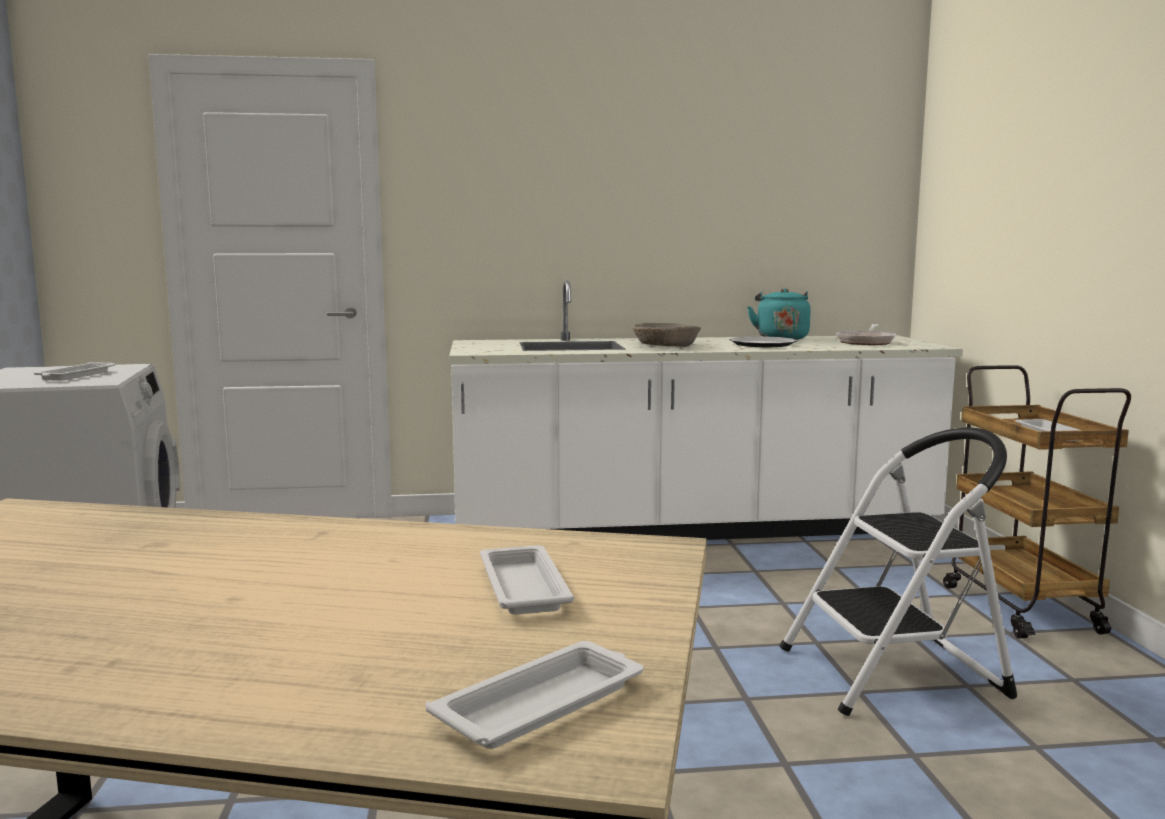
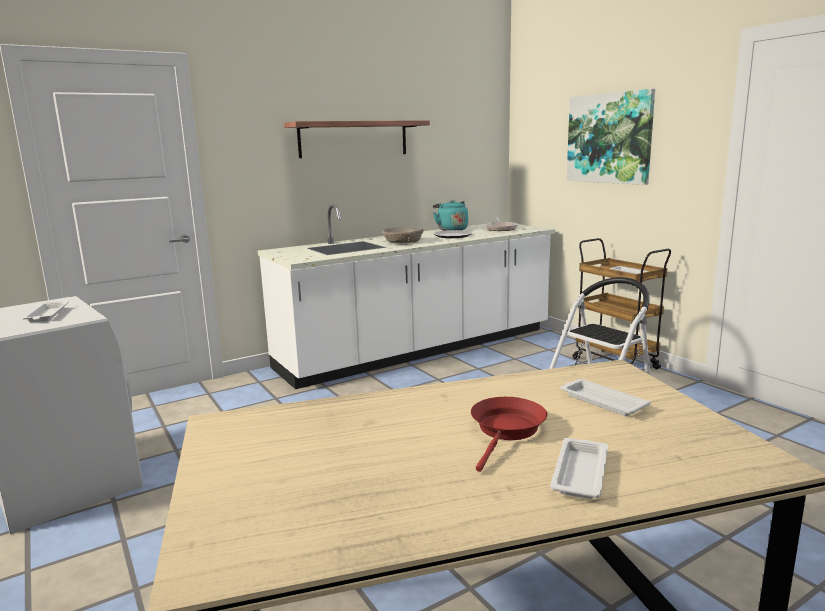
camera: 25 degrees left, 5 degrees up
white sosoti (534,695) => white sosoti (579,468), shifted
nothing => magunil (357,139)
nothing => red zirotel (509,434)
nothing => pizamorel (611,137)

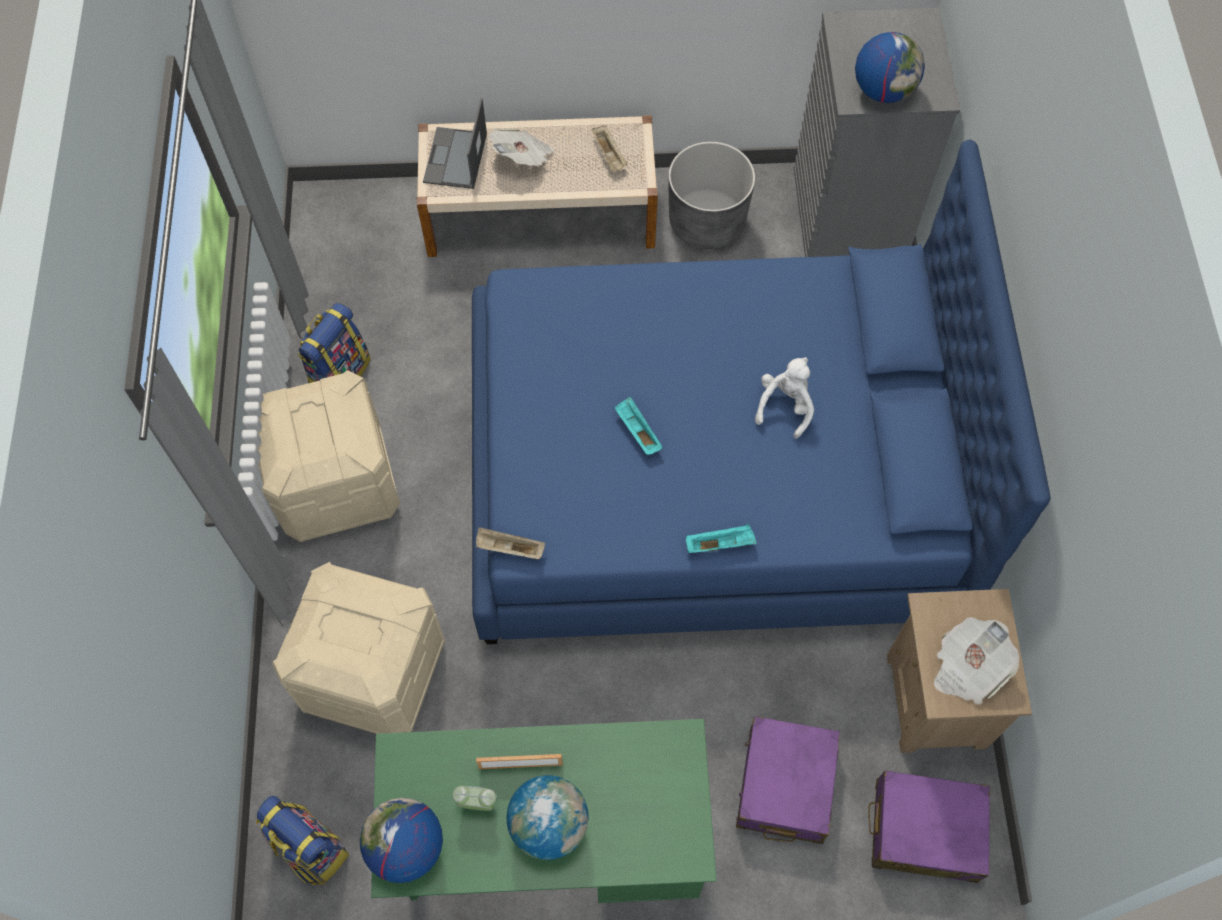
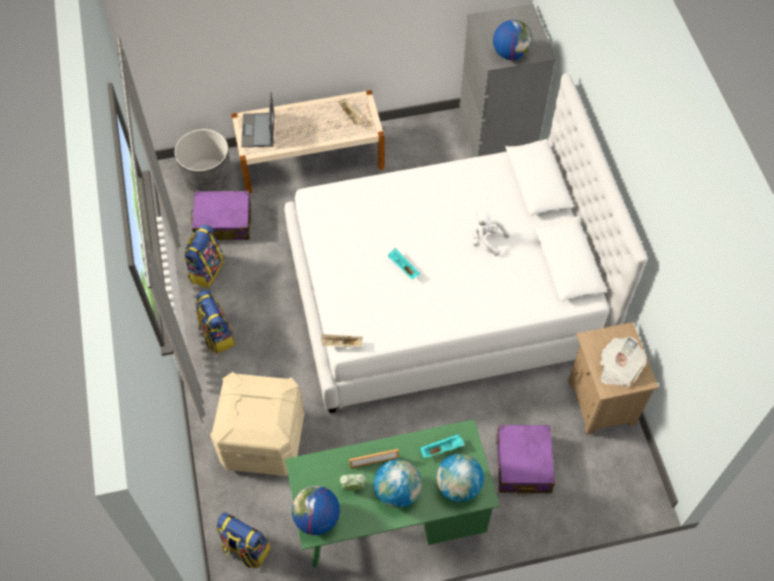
camera: 10 degrees left, 5 degrees down
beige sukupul (328,456) => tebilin (215,322)
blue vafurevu (761,392) => white vafurevu (466,243)
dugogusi (522,148) => nothing
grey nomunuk (711,195) => grey nomunuk (202,161), shifted
turquoise sosoti (721,538) => turquoise sosoti (442,446), shifted
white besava (784,398) => white besava (490,234), 75 degrees counterclockwise
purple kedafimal (929,826) => purple kedafimal (221,215), shifted
nothing => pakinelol (460,478)

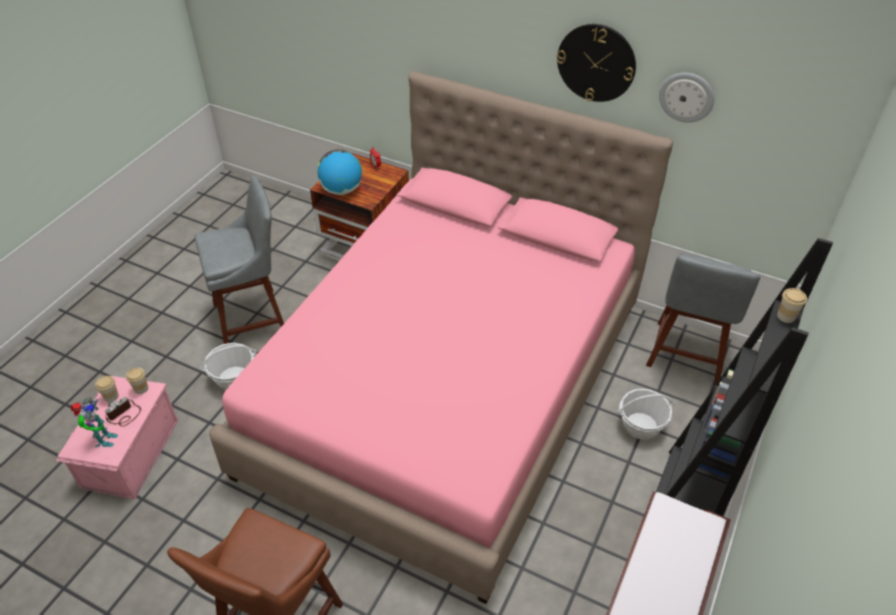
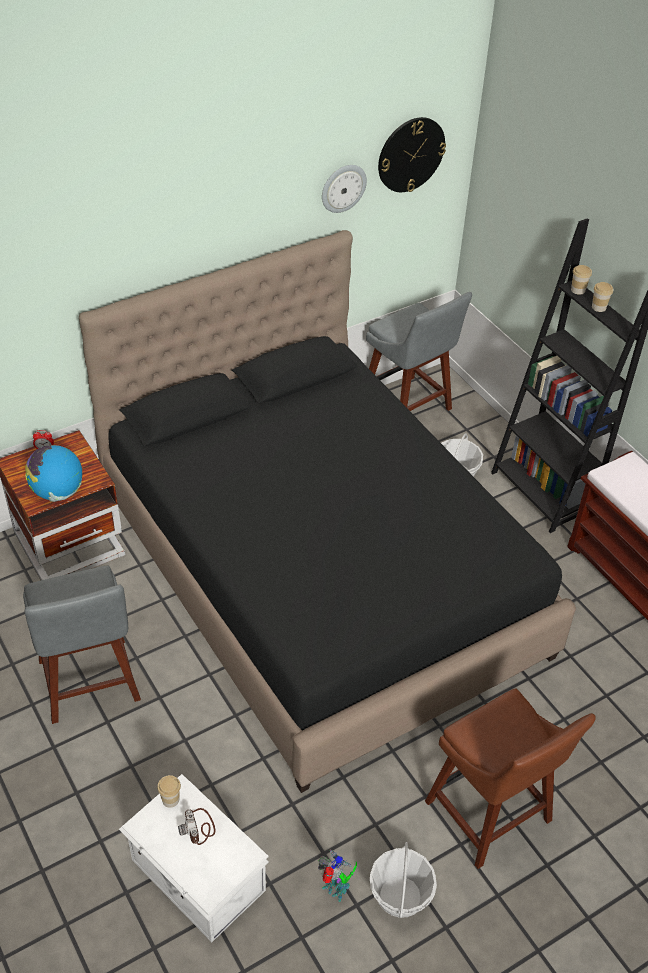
camera: 60 degrees left, 0 degrees up
pink sukupul (117,437) => white sukupul (194,858)
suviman (94,422) => suviman (337,875), shifted
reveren (107,389) => reveren (602,297), shifted
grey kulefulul (239,260) => grey kulefulul (82,645), 150 degrees clockwise
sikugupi (228,366) => sikugupi (403,880), shifted
pink vafurevu (441,337) => black vafurevu (327,511)
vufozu (596,63) => vufozu (412,154), shifted

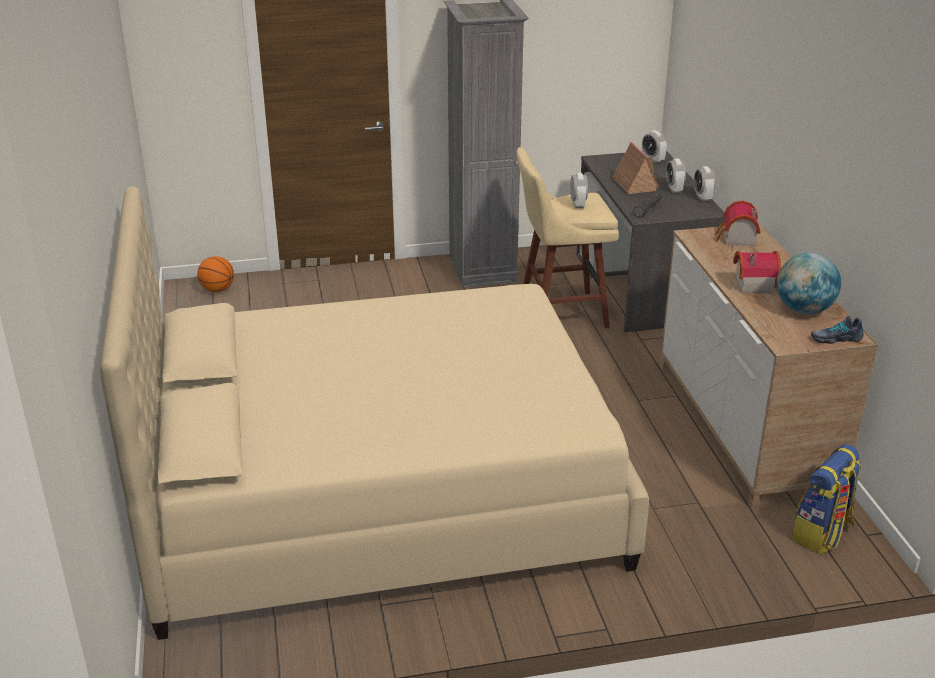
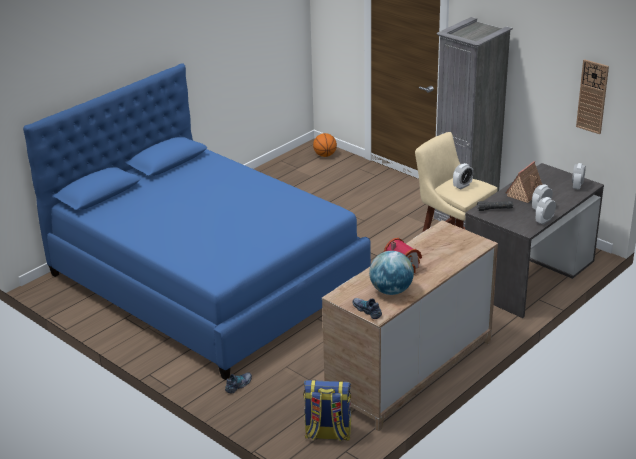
camera: 55 degrees right, 0 degrees up
beige vafurevu (374,413) => blue vafurevu (197,221)
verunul (738,223) => nothing
nothing => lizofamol (238,383)
nothing => vufozu (592,96)

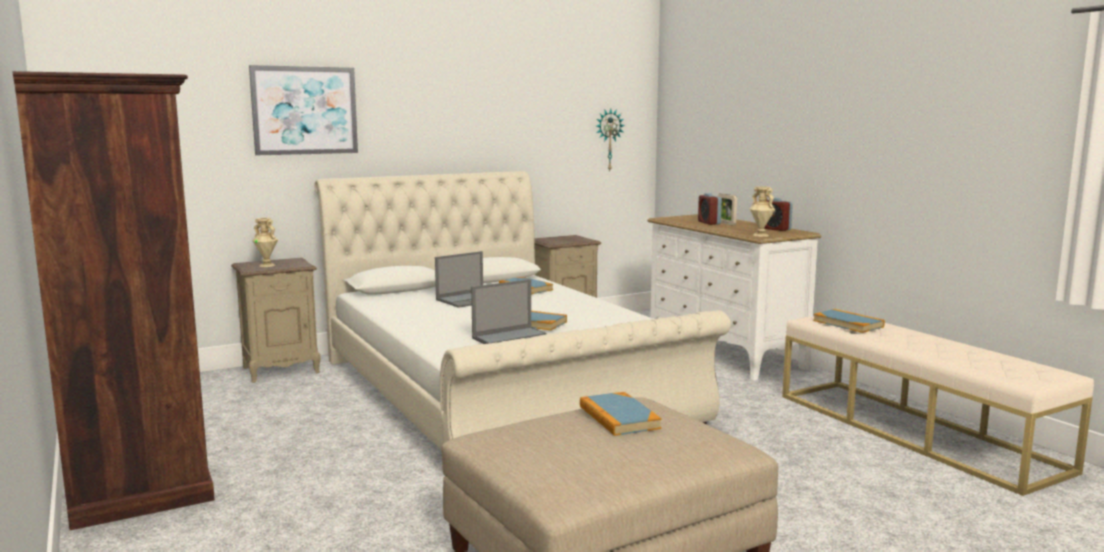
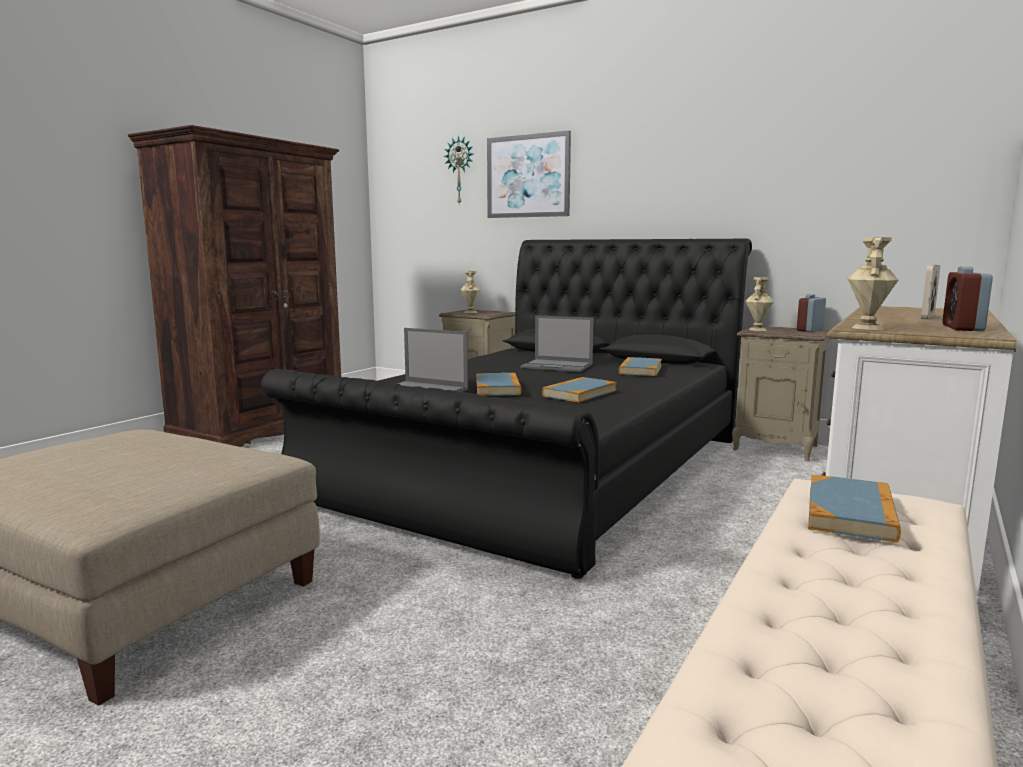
camera: 60 degrees right, 0 degrees up
beige vafurevu (522,310) => black vafurevu (506,409)
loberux (621,414) => loberux (579,390), shifted
vufozu (611,139) => vufozu (458,170), shifted
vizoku (710,209) => vizoku (811,313), shifted
nothing => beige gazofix (759,304)

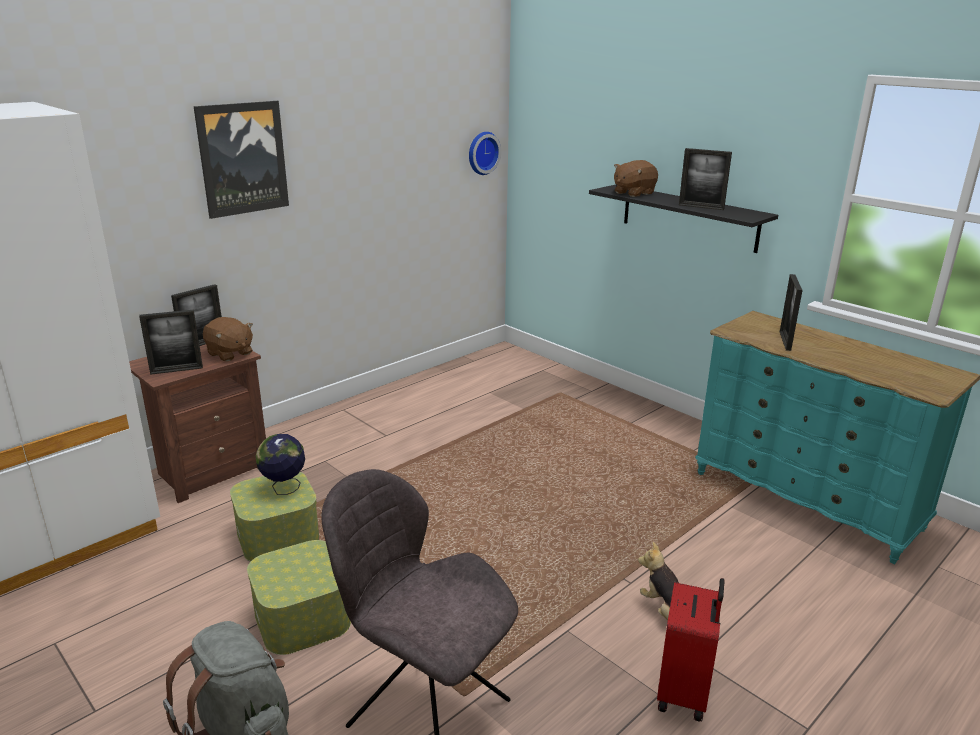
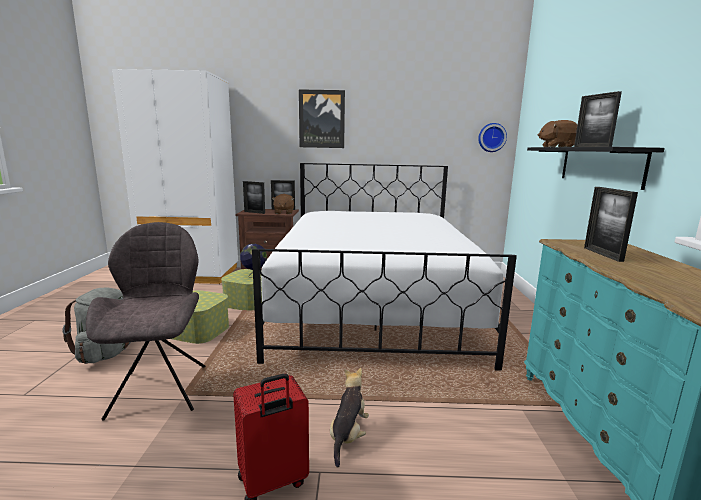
camera: 45 degrees right, 10 degrees down
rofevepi (791,312) => rofevepi (611,224), 60 degrees counterclockwise
nothing => white vafurevu (384,267)

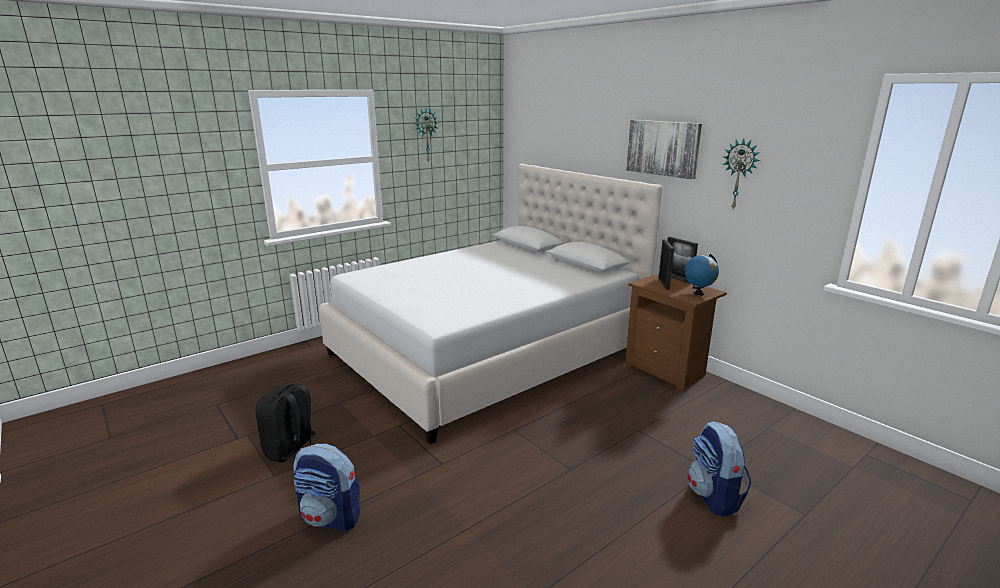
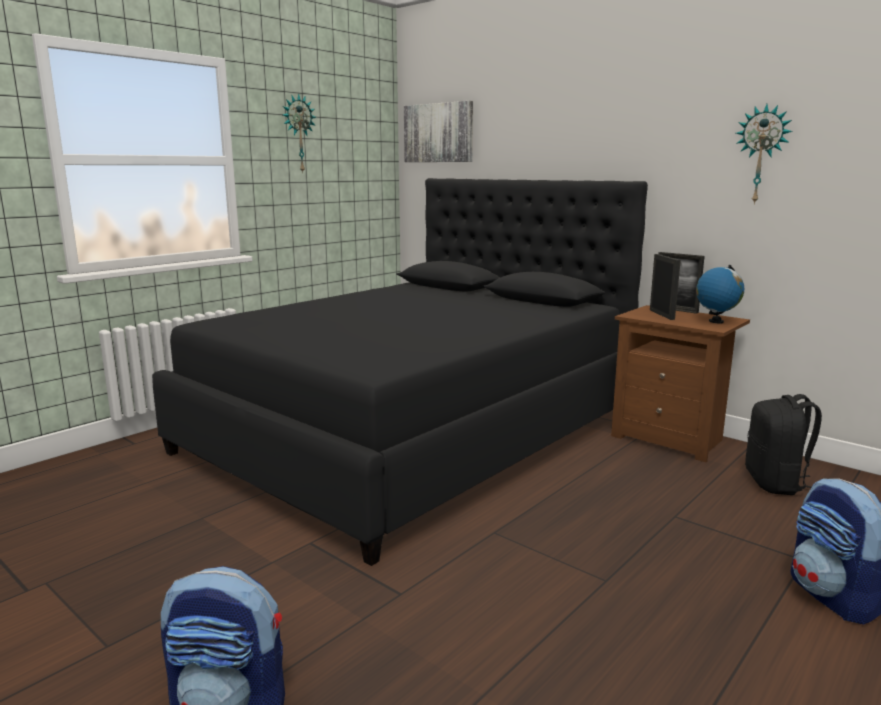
camera: 10 degrees left, 5 degrees down
black tebilin (285,423) => black tebilin (783,444), shifted
white vafurevu (491,304) => black vafurevu (400,372)
pizamorel (664,149) => pizamorel (438,131), shifted

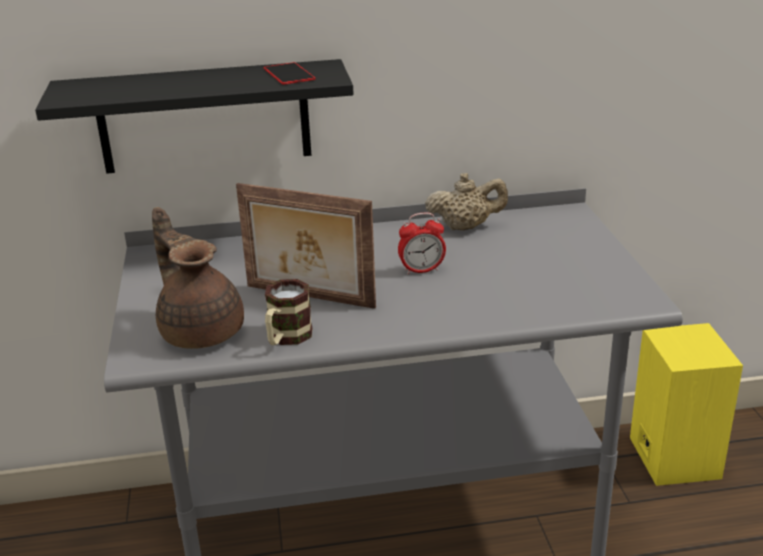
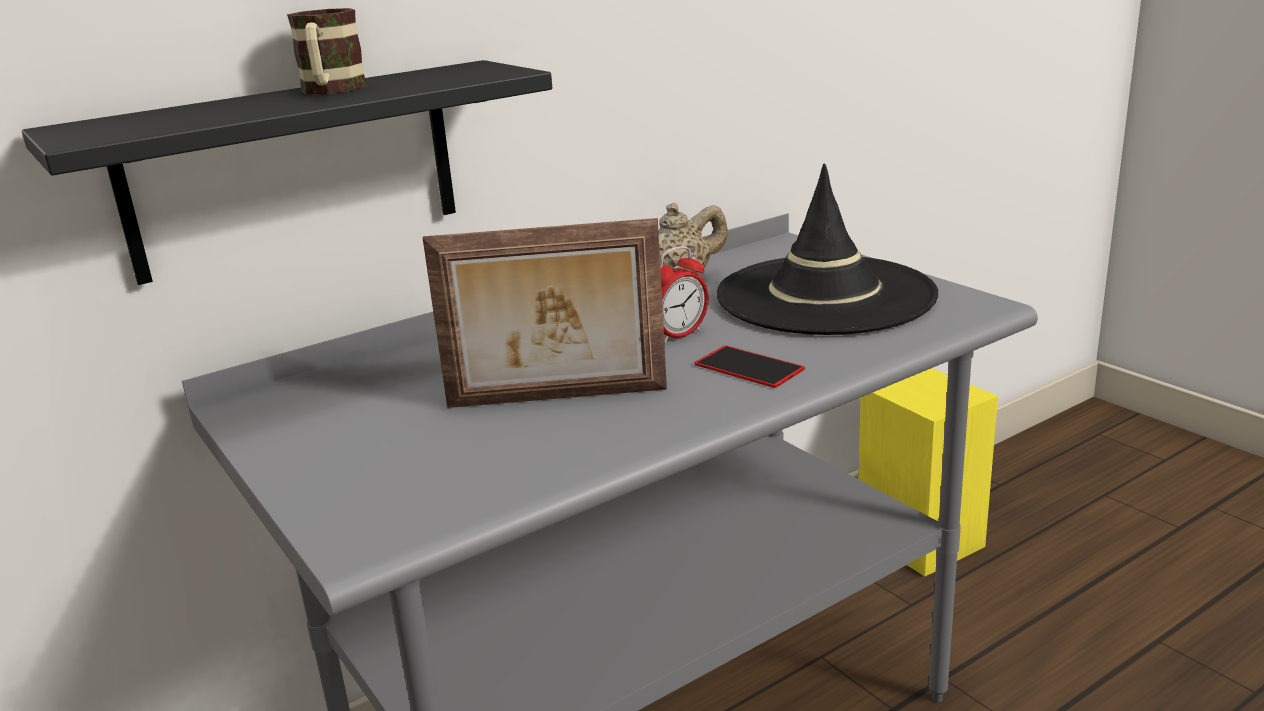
camera: 25 degrees left, 5 degrees down
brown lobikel (198,278) => nothing
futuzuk (290,73) => futuzuk (749,366), shifted
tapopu (288,312) => tapopu (327,51), shifted
nothing => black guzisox (827,249)

